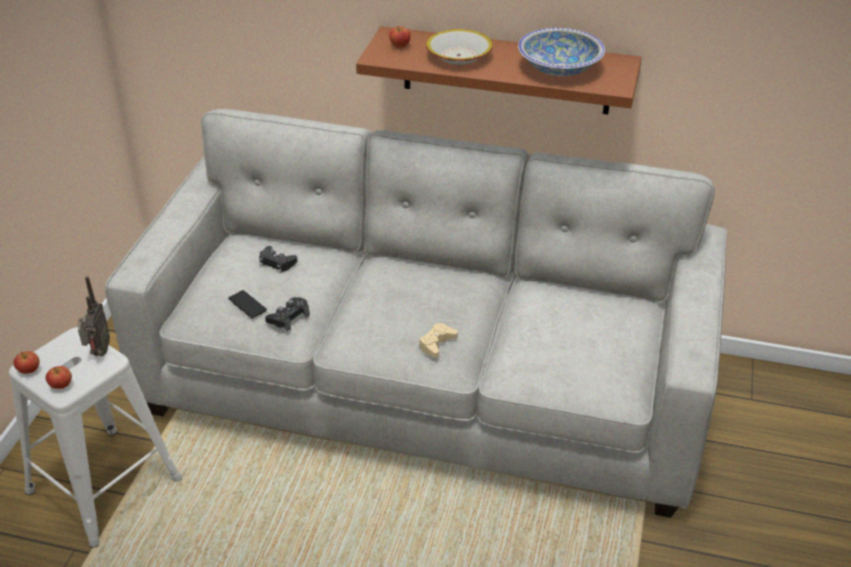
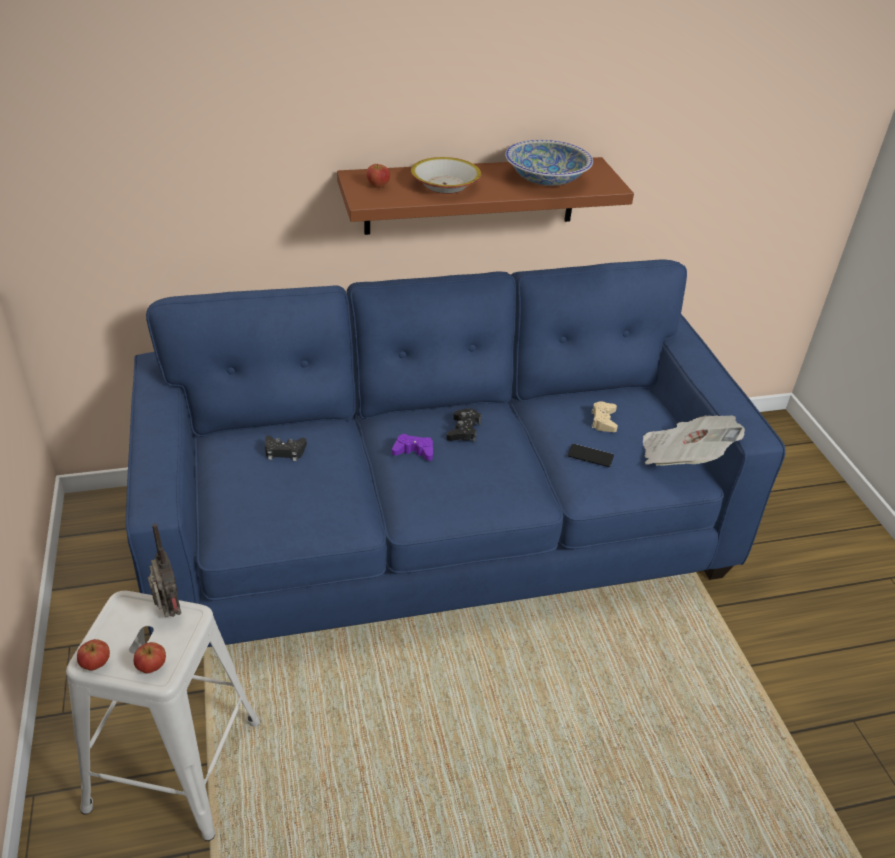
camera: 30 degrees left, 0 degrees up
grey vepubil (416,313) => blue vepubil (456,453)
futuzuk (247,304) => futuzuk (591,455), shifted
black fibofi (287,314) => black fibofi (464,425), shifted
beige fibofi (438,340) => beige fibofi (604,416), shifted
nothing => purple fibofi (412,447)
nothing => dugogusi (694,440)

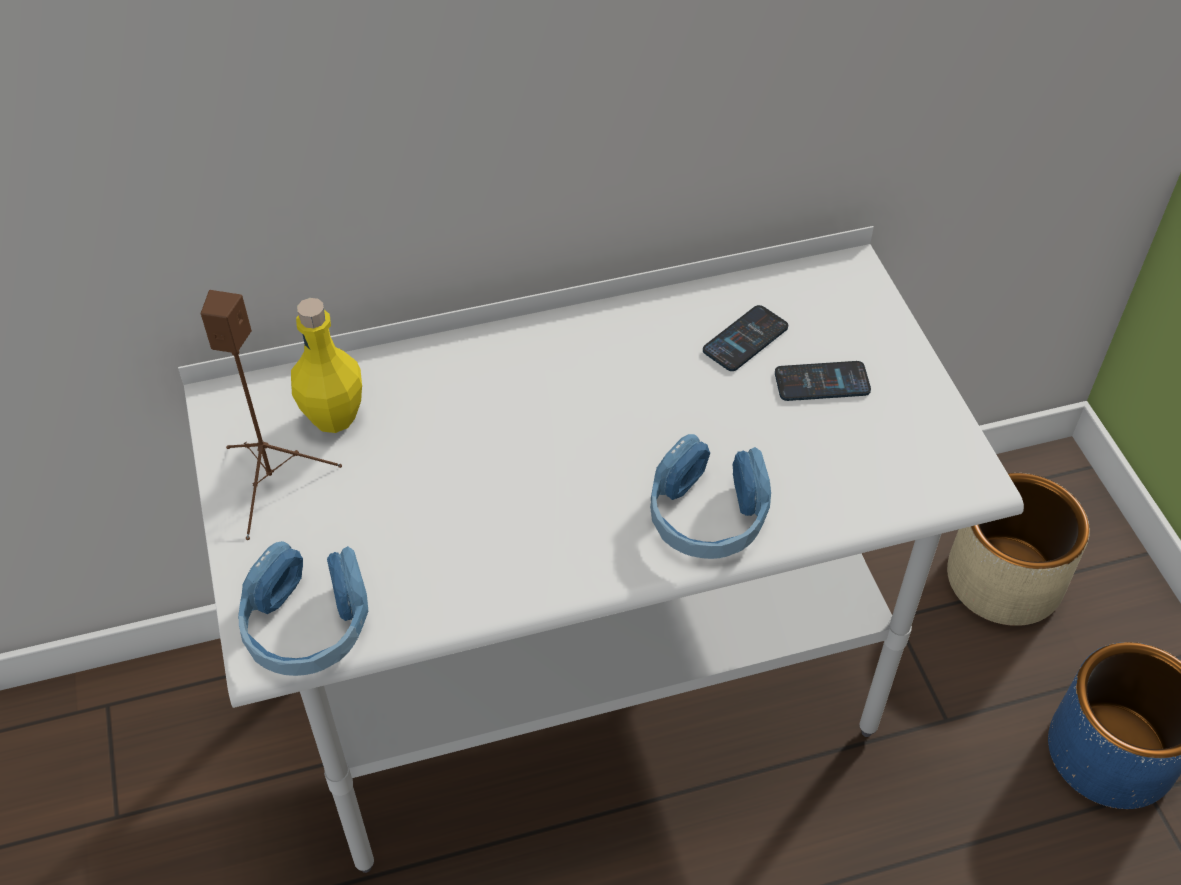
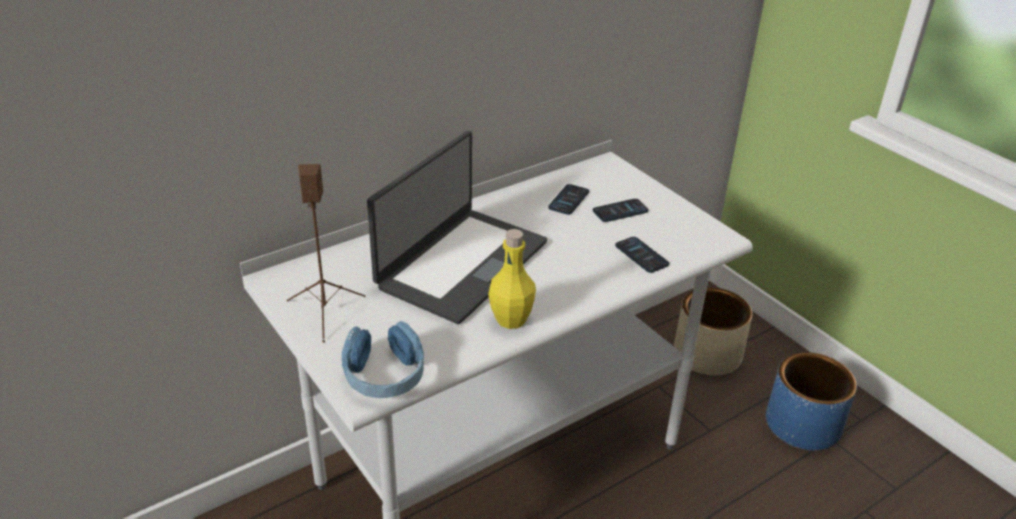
camera: 20 degrees left, 15 degrees down
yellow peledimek (326,365) => yellow peledimek (512,279), shifted
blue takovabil (710,496) => nothing
nothing => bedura (457,227)
nothing => futuzuk (642,255)

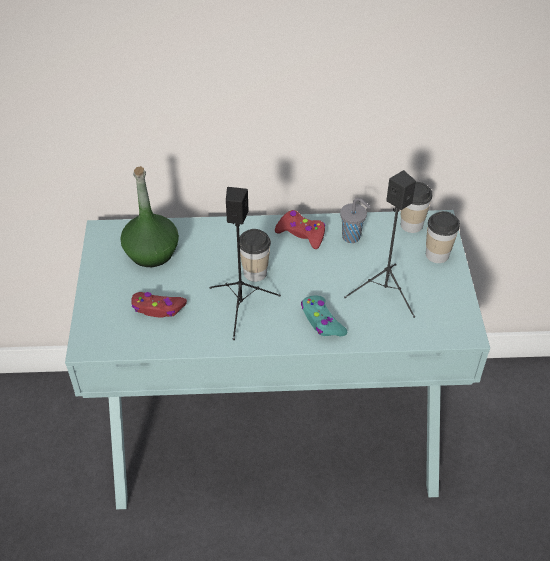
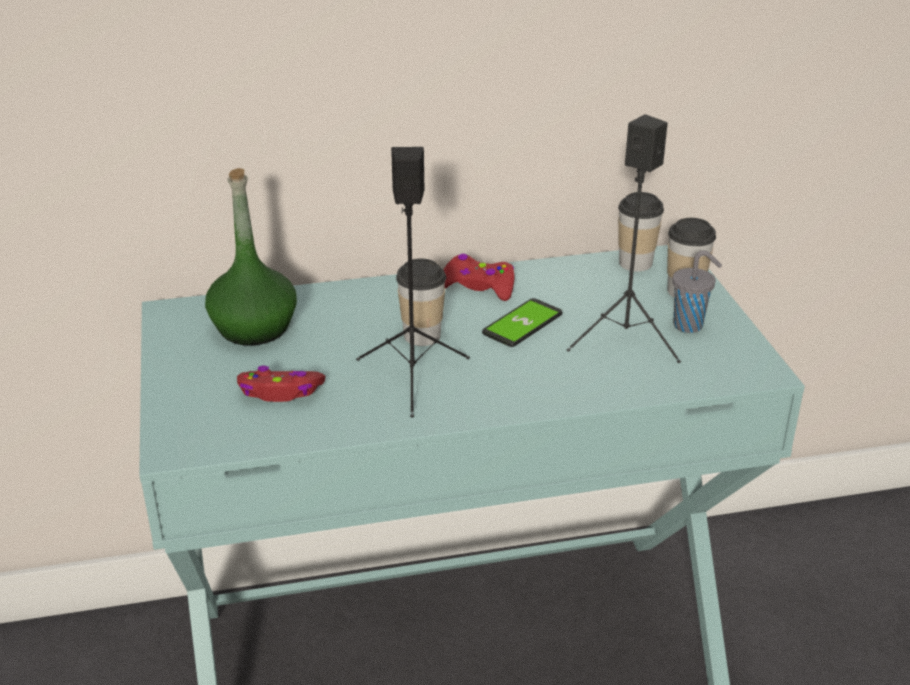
camera: 10 degrees left, 15 degrees down
turquoise fibofi (324,316) => nothing
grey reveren (355,220) => grey reveren (697,292), shifted
nothing => futuzuk (522,322)

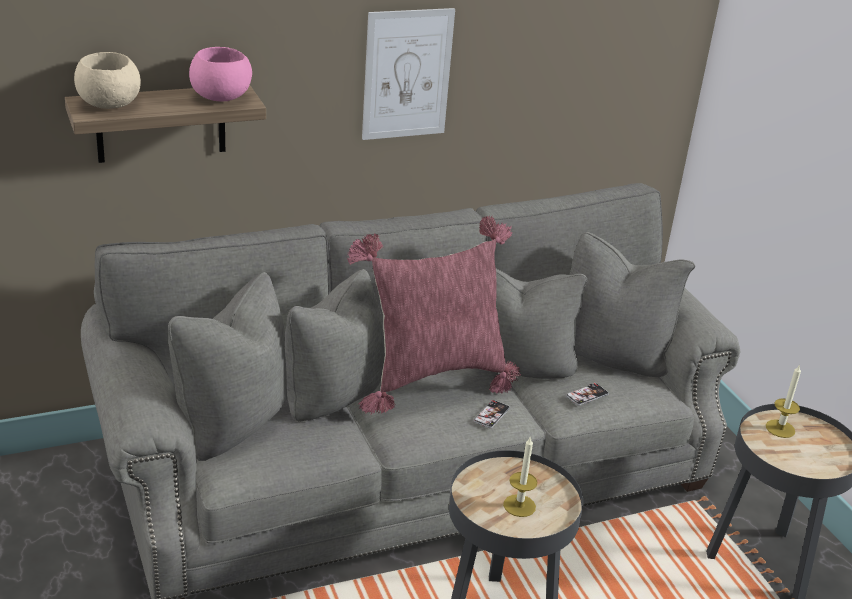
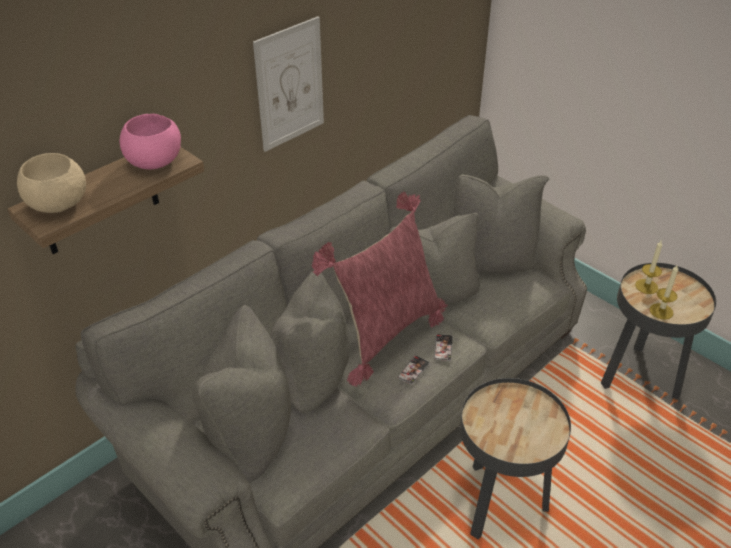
camera: 20 degrees left, 10 degrees up
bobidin (520,476) => bobidin (664,292), shifted
futuzuk (587,394) => futuzuk (414,370), shifted

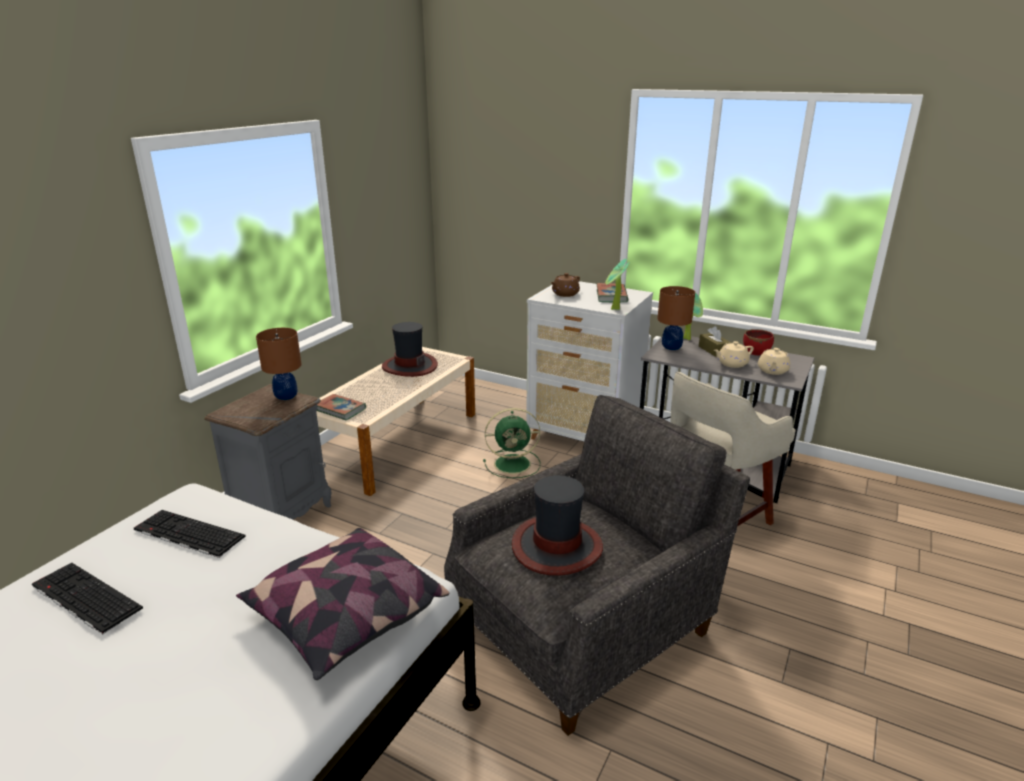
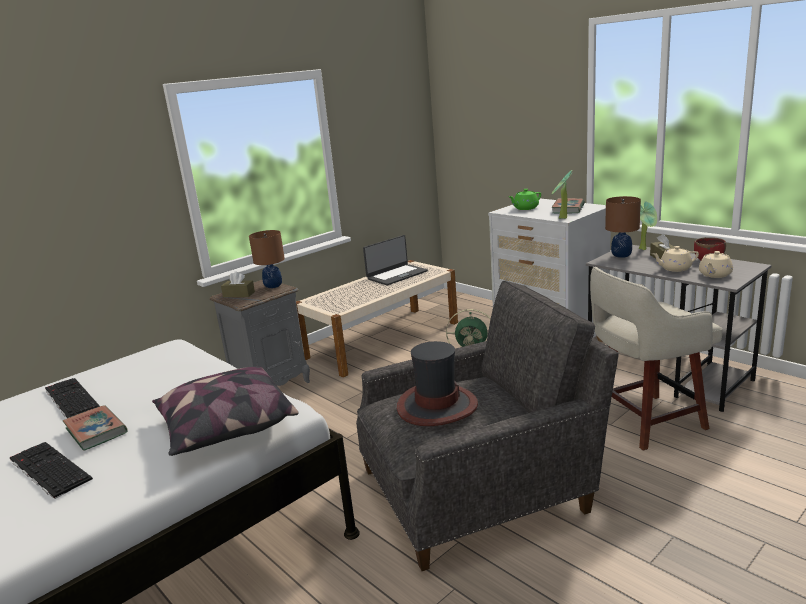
camera: 20 degrees right, 5 degrees down
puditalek (190,534) => puditalek (51,470), shifted
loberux (341,407) => loberux (95,428), shifted
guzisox (410,349) => bedura (395,260)
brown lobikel (565,285) => green lobikel (525,199)
nothing => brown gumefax (238,284)

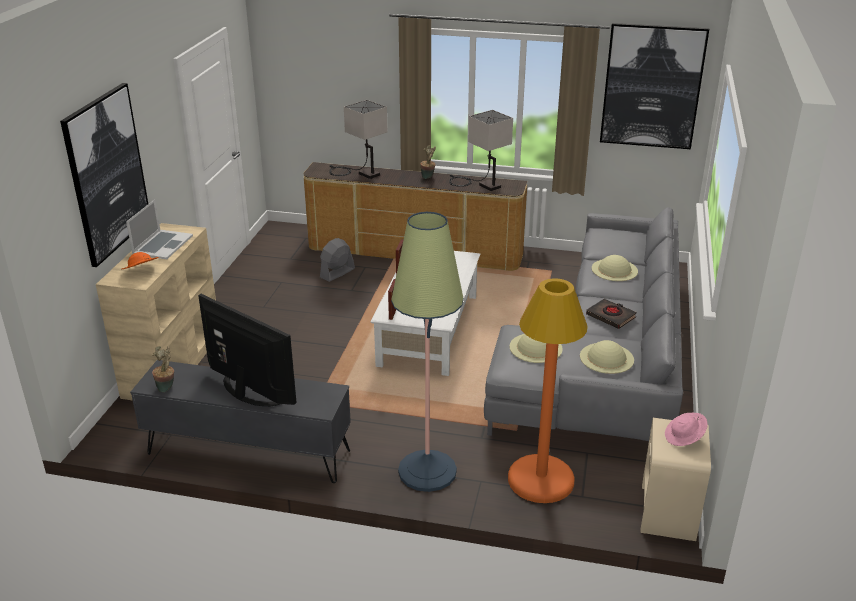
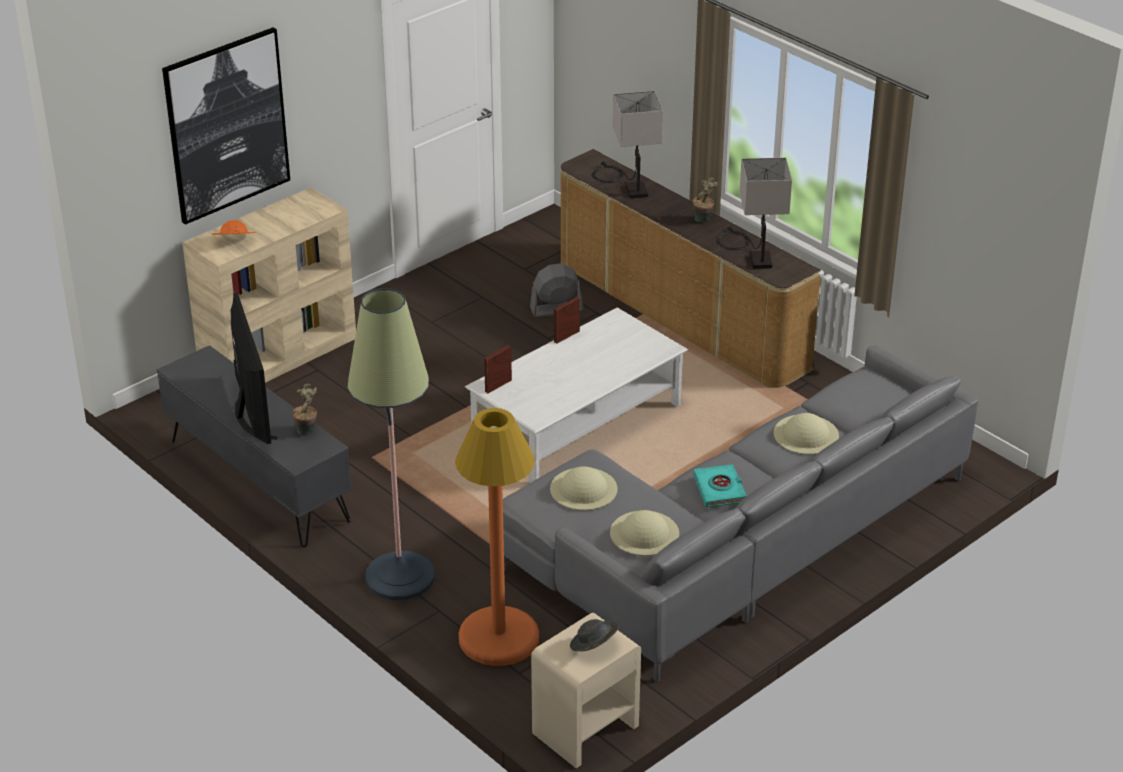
camera: 35 degrees right, 5 degrees up
bedura (159,229) => nothing
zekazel (163,369) => zekazel (304,409), shifted
black loberux (611,314) => turquoise loberux (720,485)
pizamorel (654,86) => nothing
pink guzisox (686,429) => grey guzisox (594,635)

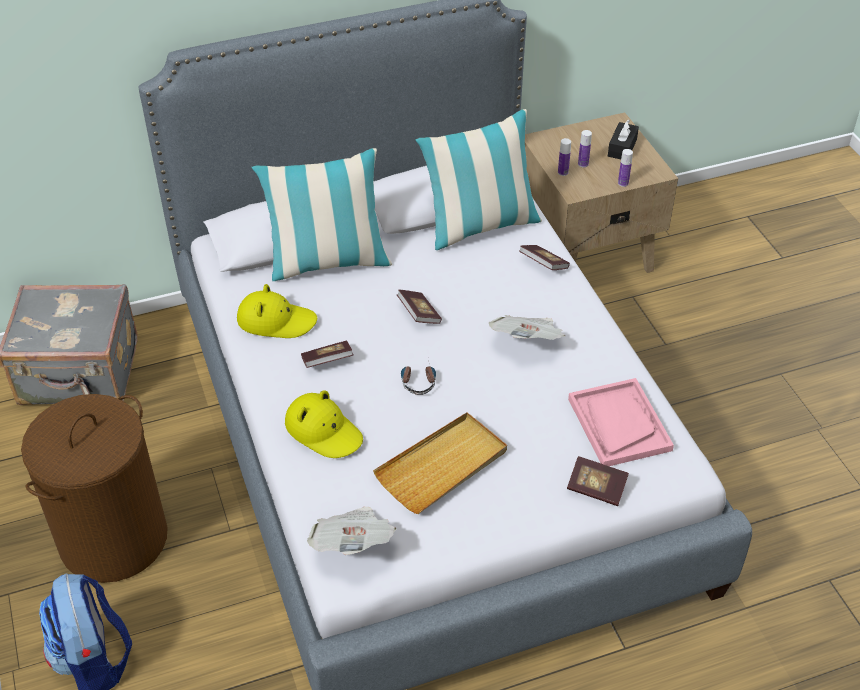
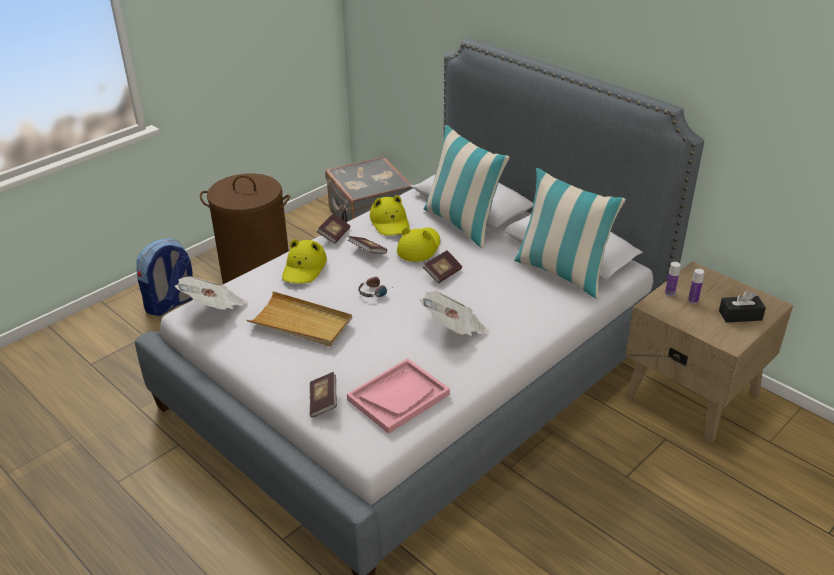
camera: 65 degrees right, 10 degrees down
loberux (544,257) => loberux (333,229), shifted
peledimek (625,168) => nothing
nothing => yellow guzisox (418,244)

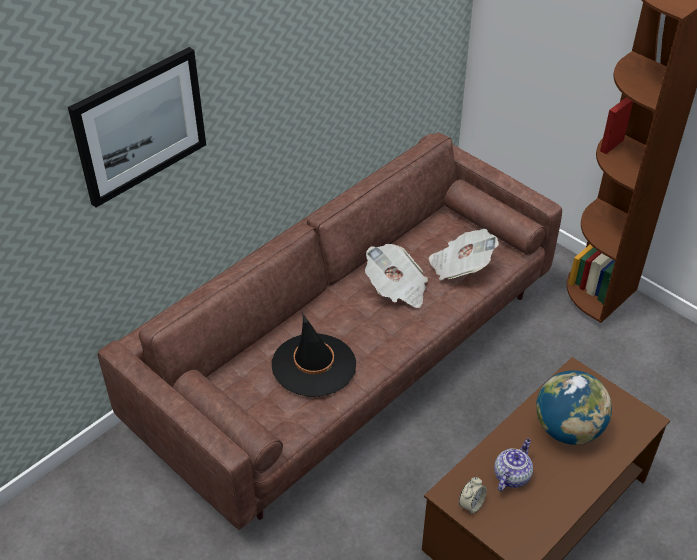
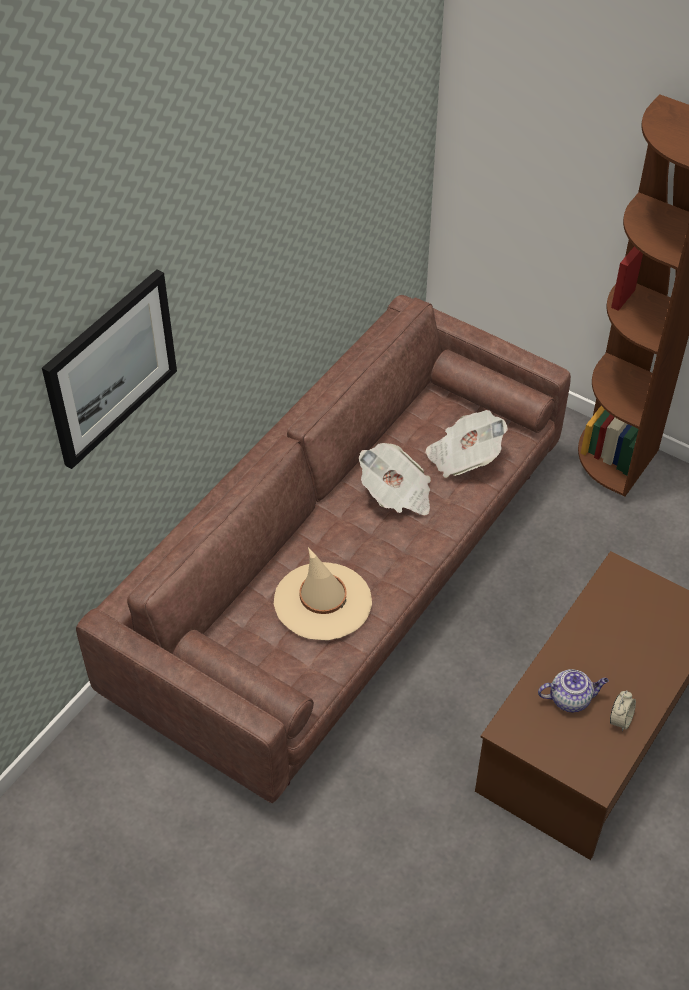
camera: 10 degrees left, 5 degrees up
black guzisox (314,355) => beige guzisox (323,594)
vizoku (473,495) => vizoku (623,710), shifted
lobikel (513,465) => lobikel (573,691), 60 degrees clockwise
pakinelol (574,407) => nothing

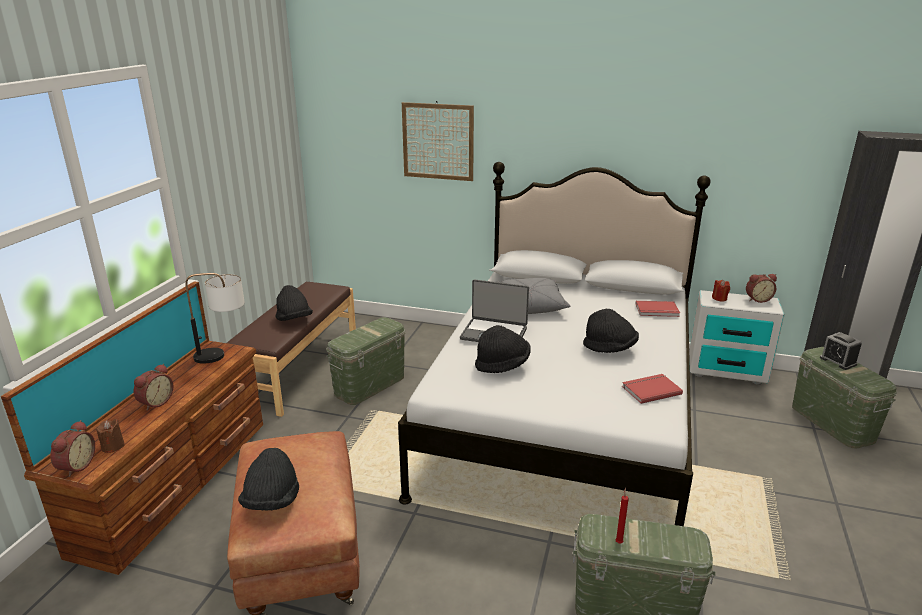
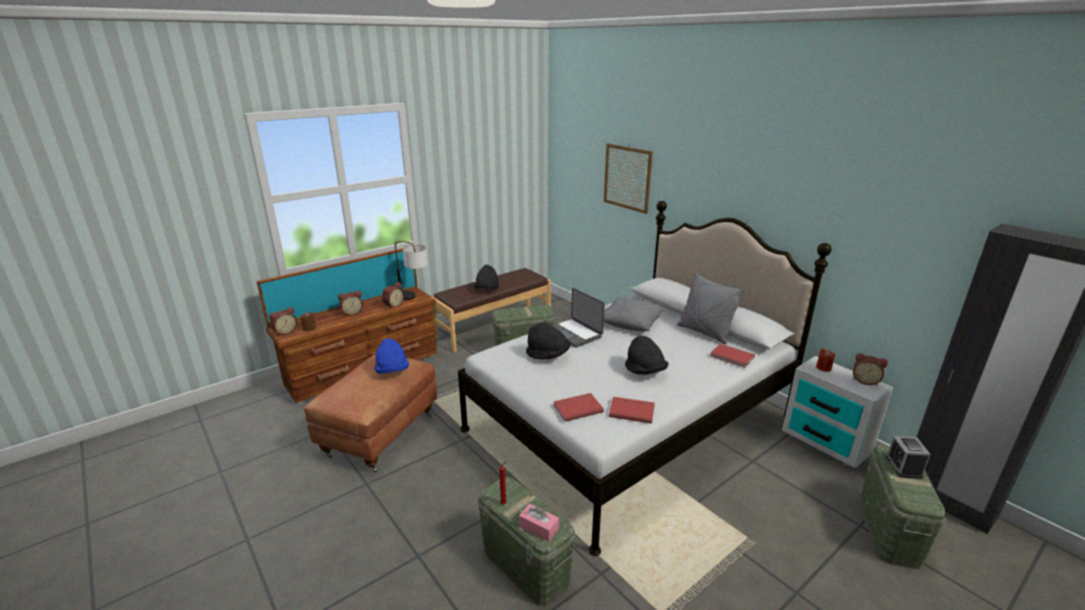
camera: 35 degrees right, 0 degrees up
black guzisox (268,479) => nothing
nothing => blue guzisox (392,356)
nothing => vizoku (393,295)
nothing => pink gumefax (539,523)
nothing => red loberux (578,407)
nothing => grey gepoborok (710,308)

